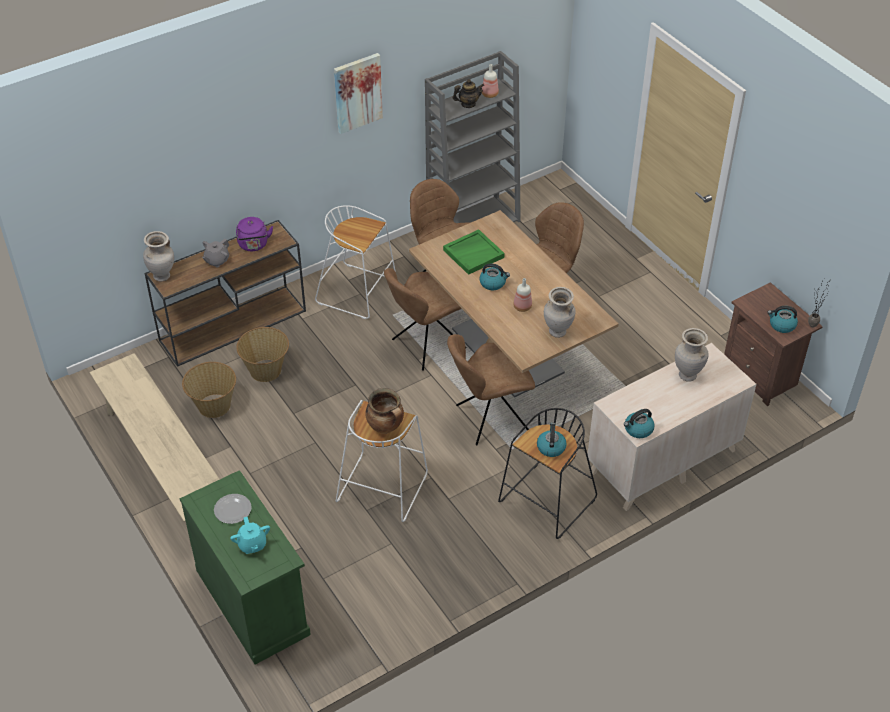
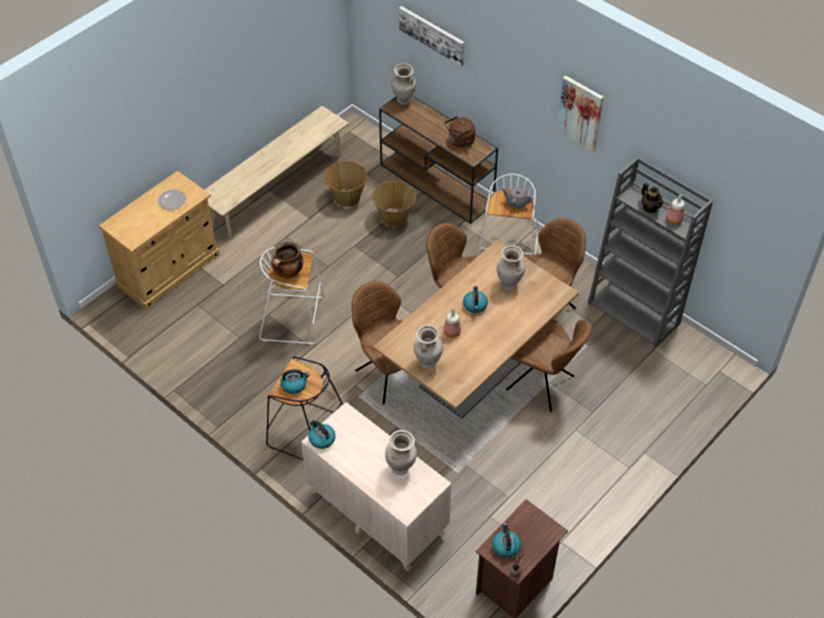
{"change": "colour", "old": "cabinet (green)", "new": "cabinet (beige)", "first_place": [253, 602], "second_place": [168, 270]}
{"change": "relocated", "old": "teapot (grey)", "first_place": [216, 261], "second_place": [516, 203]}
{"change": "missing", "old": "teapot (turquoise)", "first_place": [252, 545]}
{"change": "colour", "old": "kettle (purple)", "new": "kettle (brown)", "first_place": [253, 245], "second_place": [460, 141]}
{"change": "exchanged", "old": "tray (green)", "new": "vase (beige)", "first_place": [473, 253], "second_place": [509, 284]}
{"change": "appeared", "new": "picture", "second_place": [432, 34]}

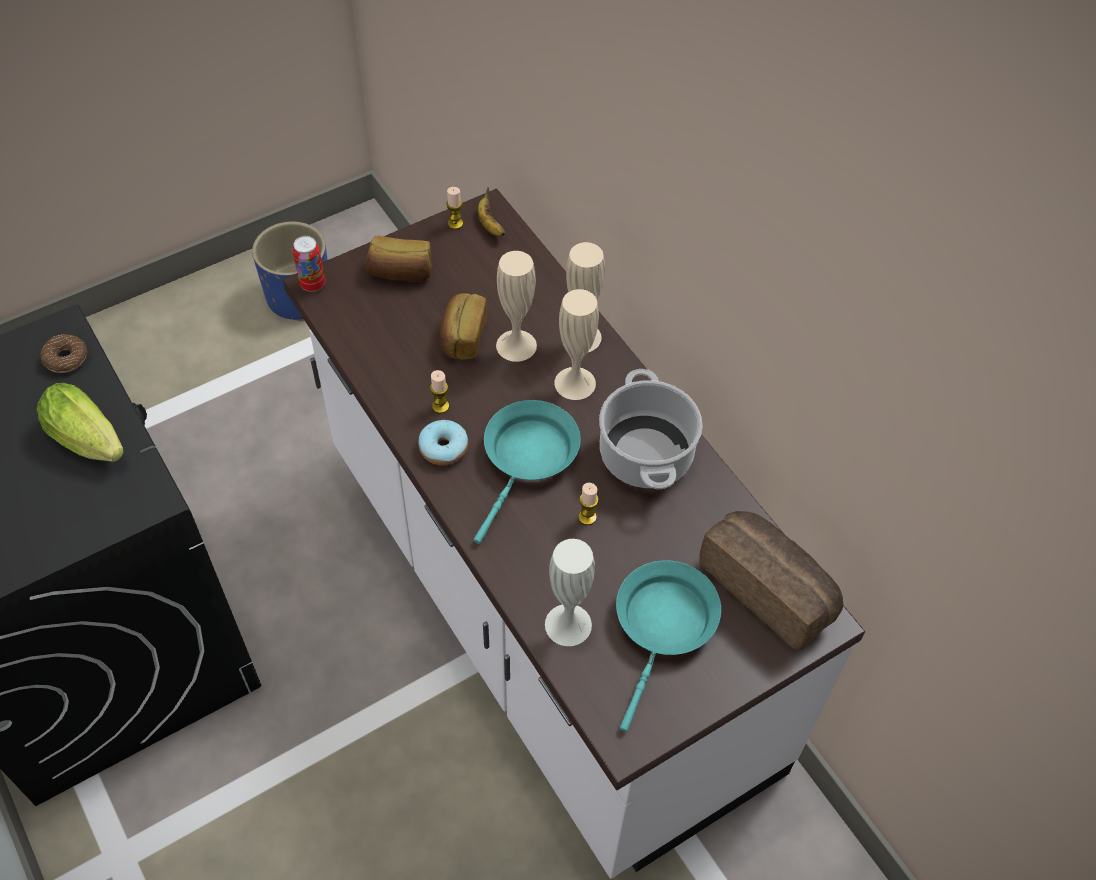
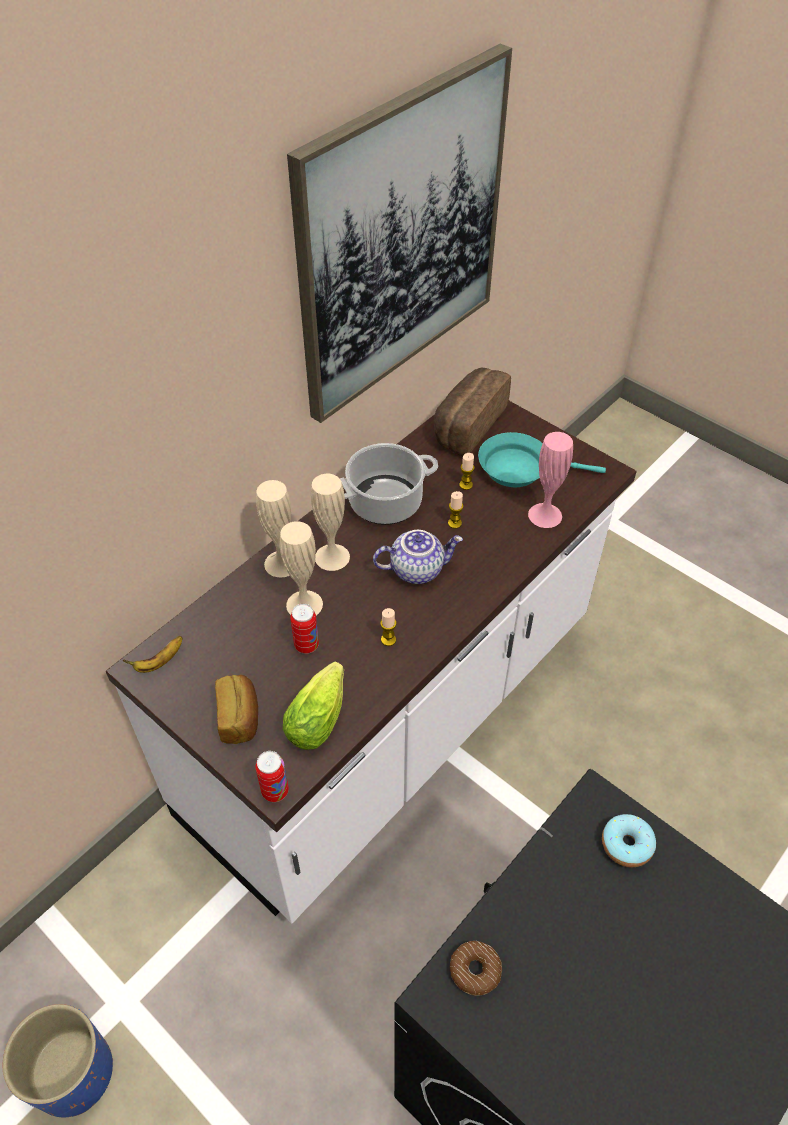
{"change": "relocated", "old": "lettuce", "first_place": [90, 441], "second_place": [320, 714]}
{"change": "relocated", "old": "donut", "first_place": [443, 448], "second_place": [626, 844]}
{"change": "exchanged", "old": "bread", "new": "can", "first_place": [462, 337], "second_place": [306, 645]}
{"change": "relocated", "old": "candle", "first_place": [455, 223], "second_place": [466, 485]}
{"change": "exchanged", "old": "frying pan (turquoise)", "new": "teapot", "first_place": [528, 458], "second_place": [417, 569]}
{"change": "colour", "old": "vase (white)", "new": "vase (pink)", "first_place": [568, 624], "second_place": [545, 515]}
{"change": "appeared", "new": "picture", "second_place": [401, 238]}

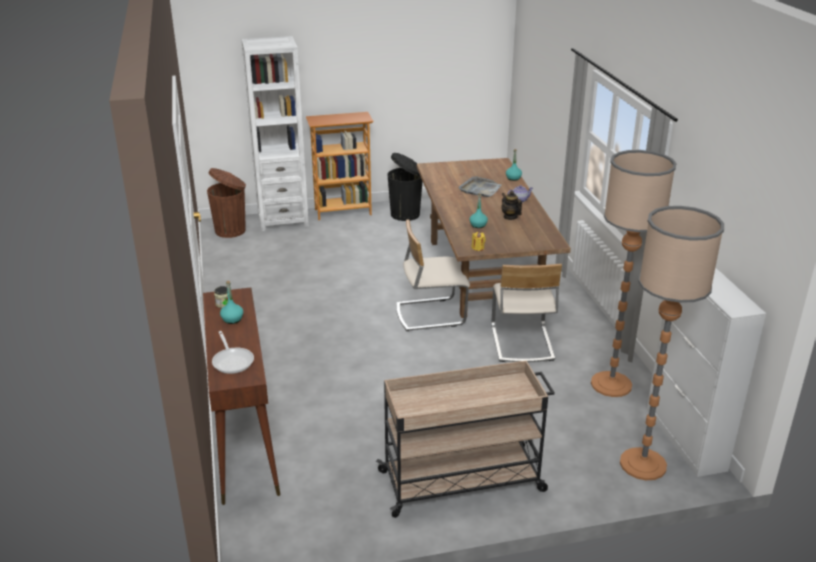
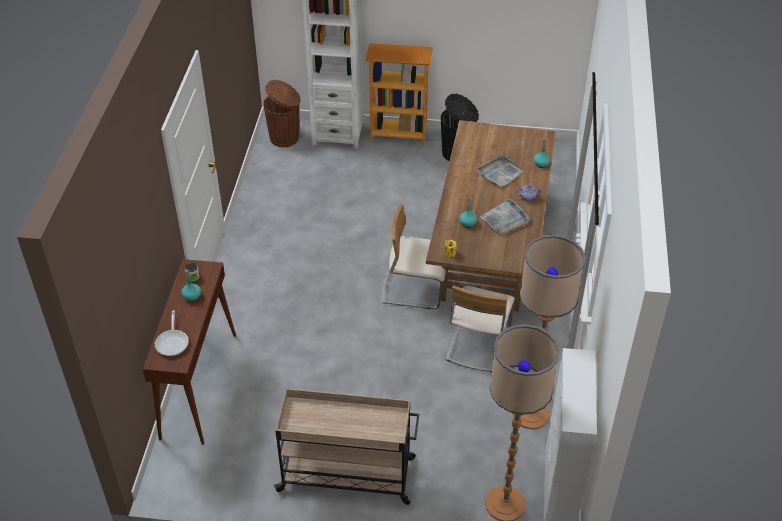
{"change": "exchanged", "old": "teapot", "new": "tray (grey)", "first_place": [510, 217], "second_place": [504, 219]}

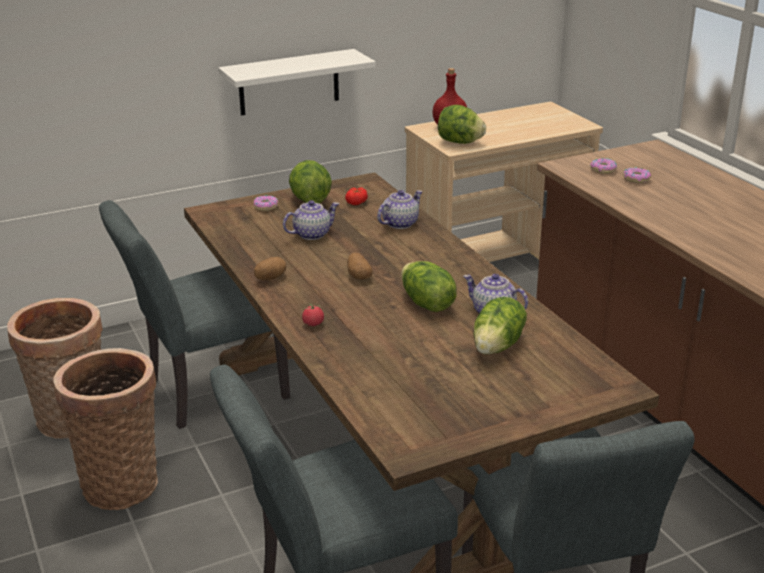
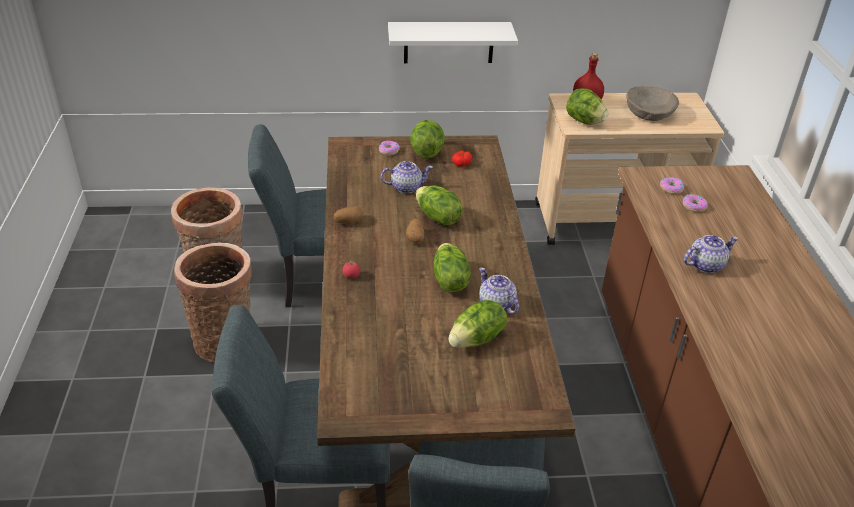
{"change": "relocated", "old": "teapot", "first_place": [400, 223], "second_place": [705, 265]}
{"change": "appeared", "new": "lettuce", "second_place": [437, 217]}
{"change": "appeared", "new": "bowl (beige)", "second_place": [649, 112]}

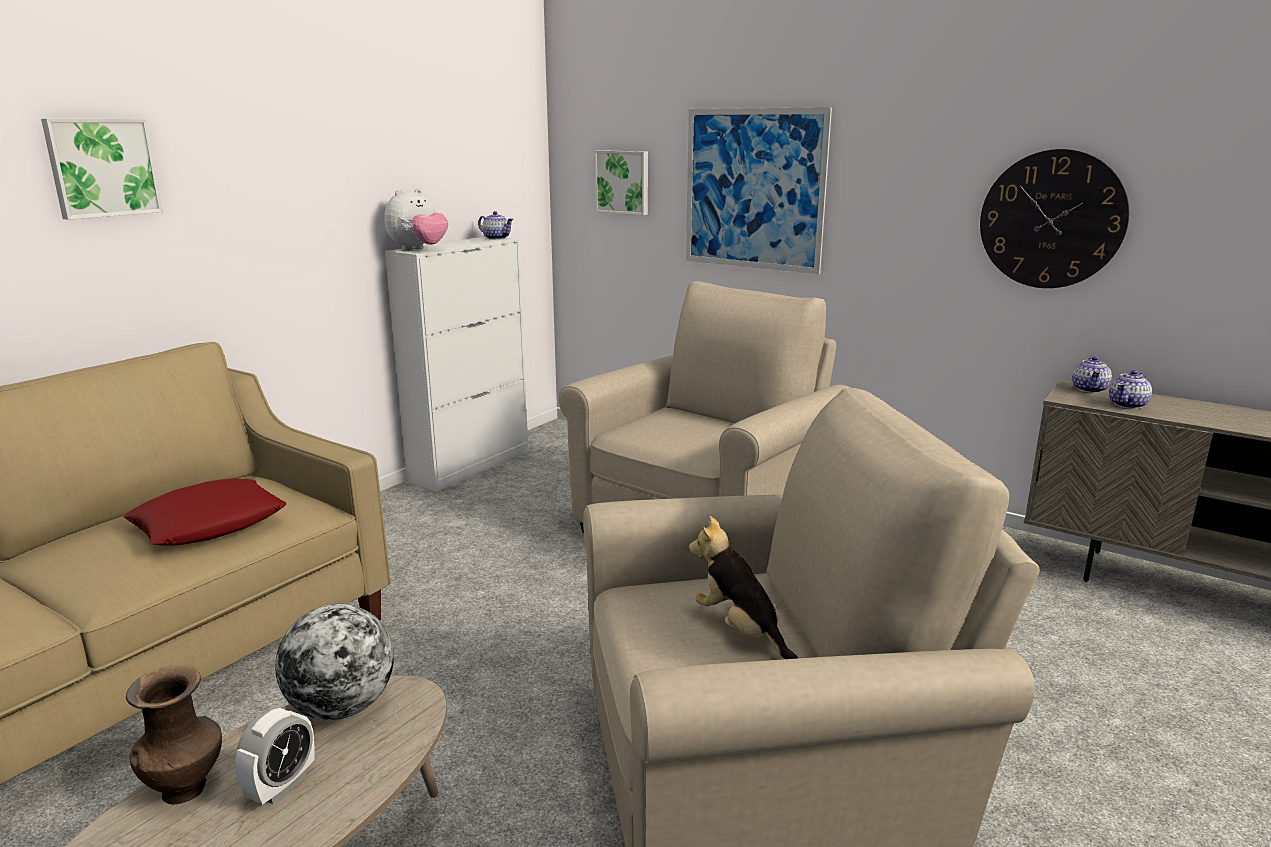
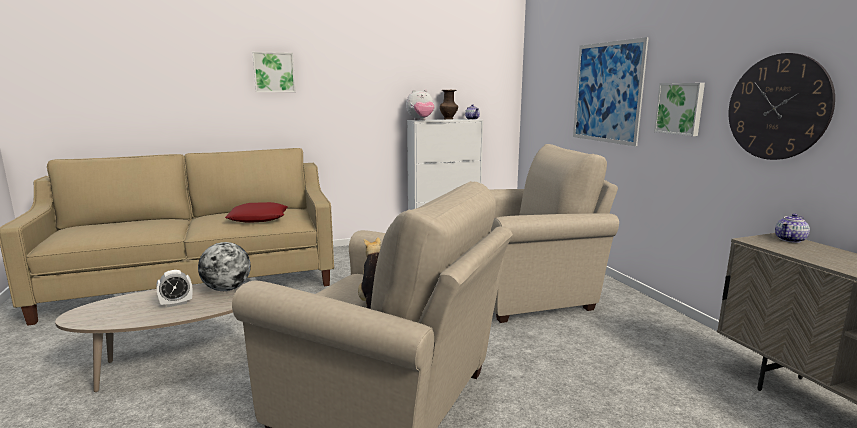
{"change": "relocated", "old": "vase (brown)", "first_place": [186, 788], "second_place": [449, 119]}
{"change": "relocated", "old": "picture", "first_place": [623, 182], "second_place": [680, 108]}
{"change": "missing", "old": "teapot", "first_place": [1128, 405]}

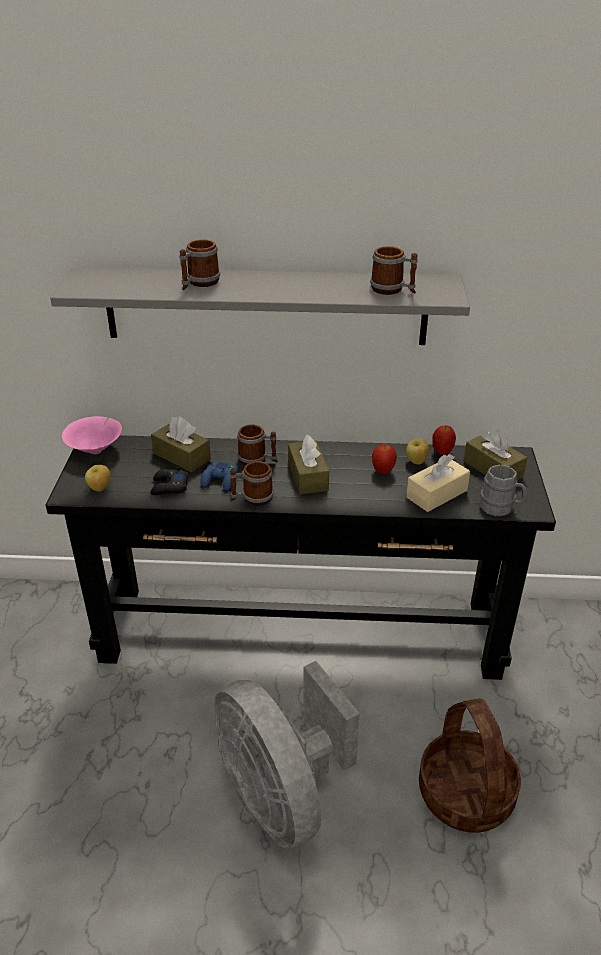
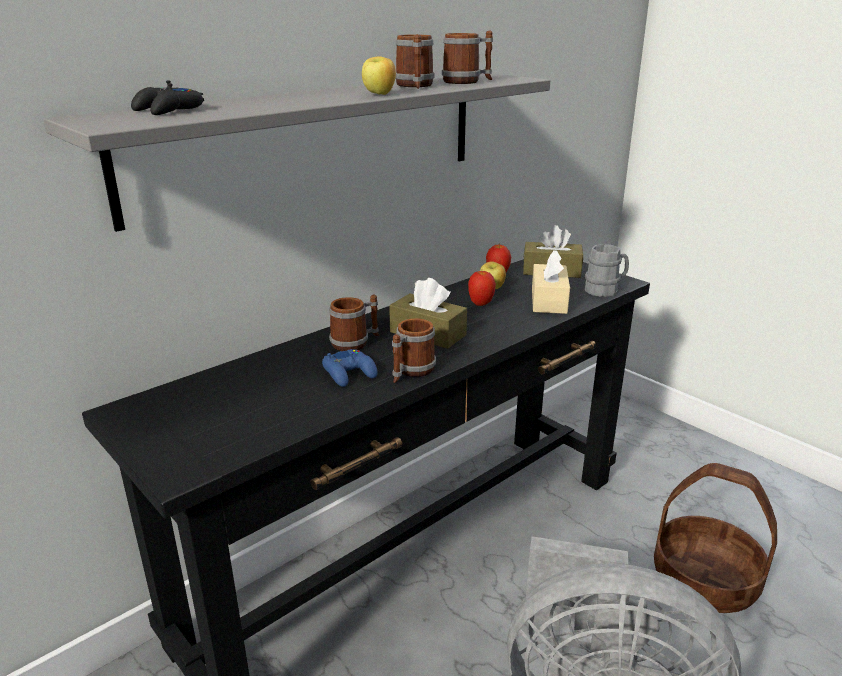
{"change": "missing", "old": "bowl (pink)", "first_place": [96, 449]}
{"change": "relocated", "old": "apple", "first_place": [100, 488], "second_place": [379, 94]}
{"change": "missing", "old": "tissue box (brown)", "first_place": [182, 456]}
{"change": "relocated", "old": "game controller (black)", "first_place": [169, 487], "second_place": [168, 110]}
{"change": "relocated", "old": "mug", "first_place": [199, 283], "second_place": [415, 86]}

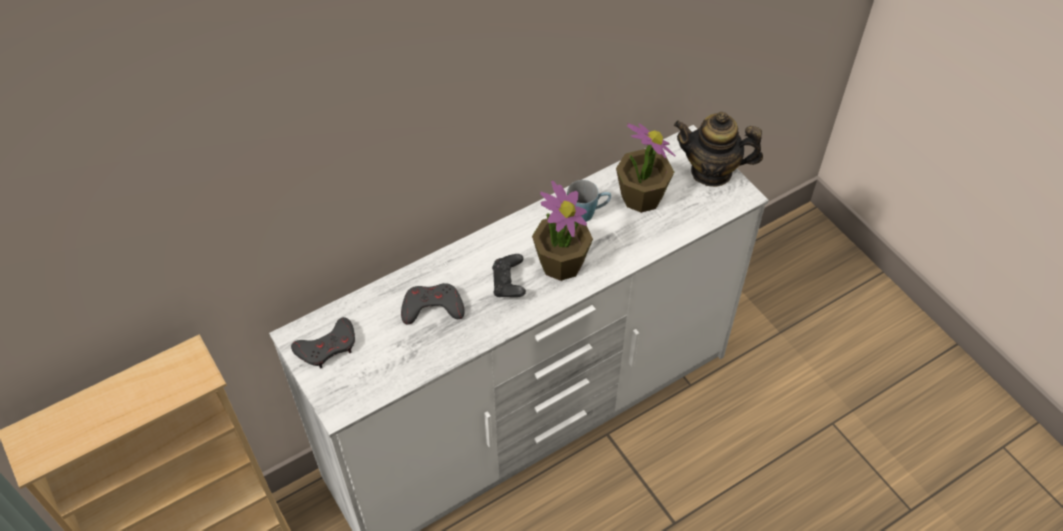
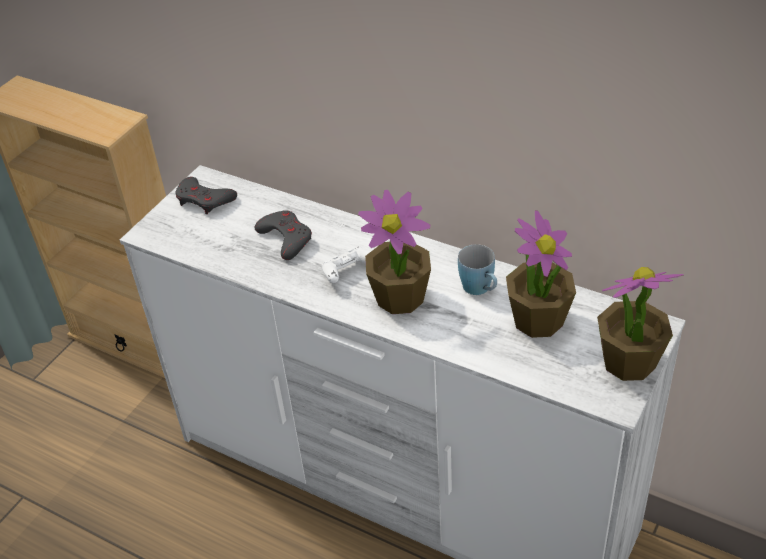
{"change": "colour", "old": "game controller (black)", "new": "game controller (white)", "first_place": [508, 284], "second_place": [347, 273]}
{"change": "exchanged", "old": "teapot", "new": "potted plant", "first_place": [711, 171], "second_place": [628, 362]}

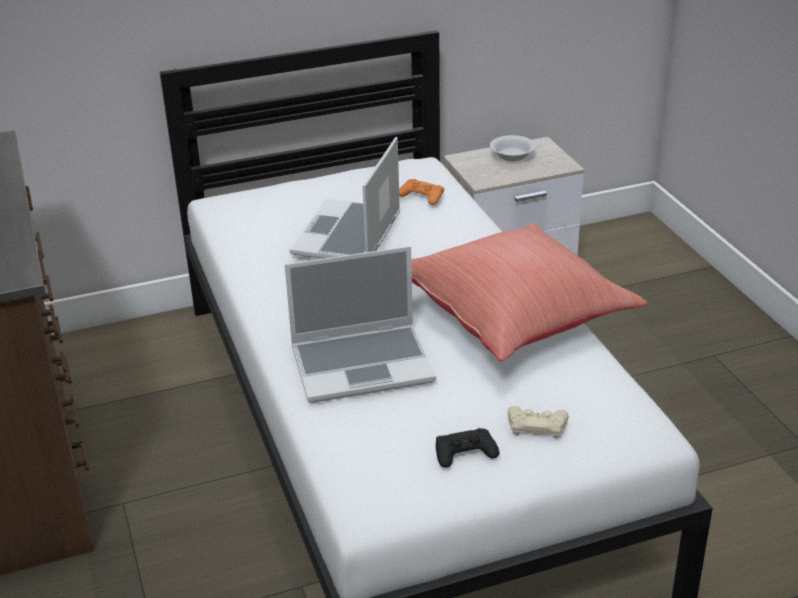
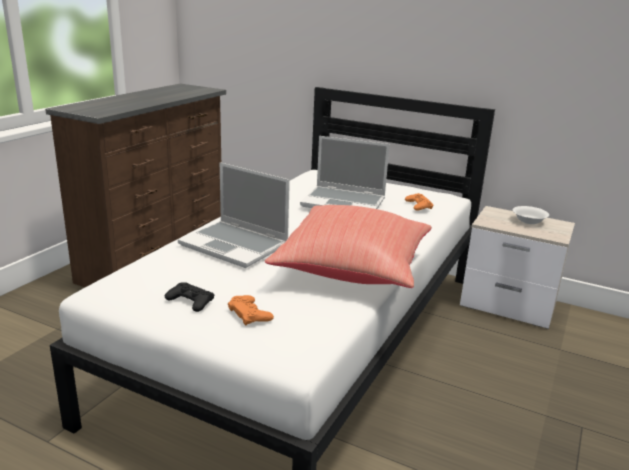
{"change": "spun", "old": "laptop", "first_place": [348, 236], "second_place": [344, 203], "degrees": -135}
{"change": "colour", "old": "game controller (beige)", "new": "game controller (orange)", "first_place": [537, 425], "second_place": [249, 314]}

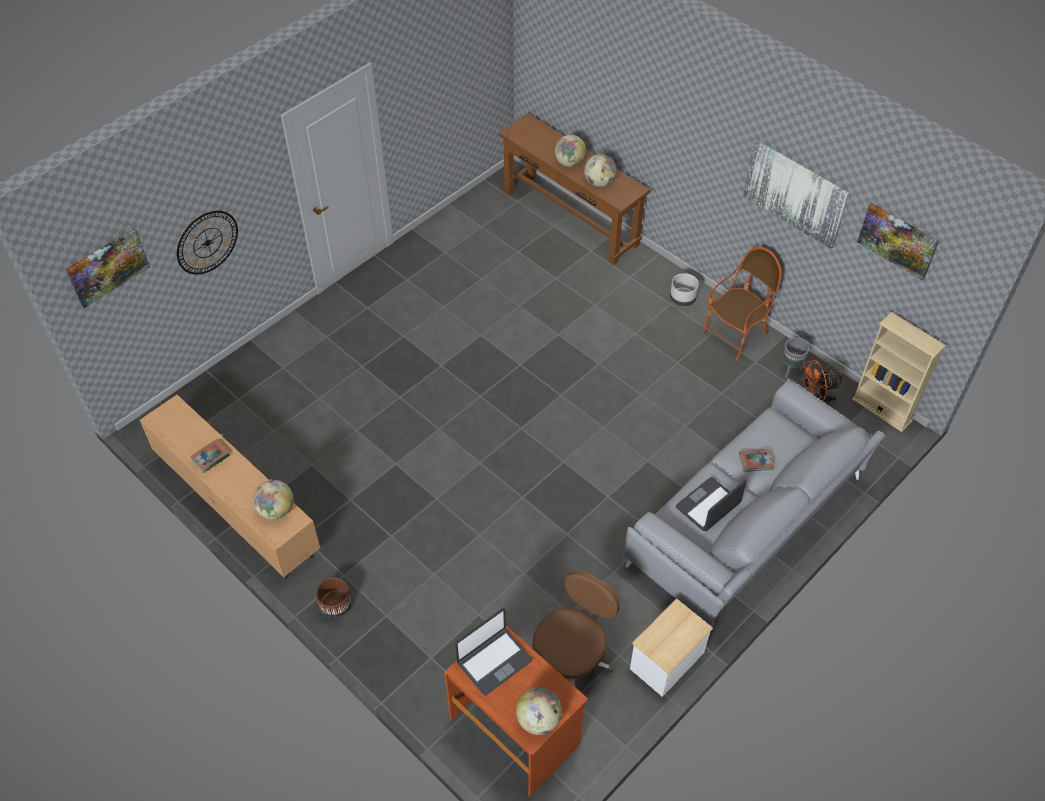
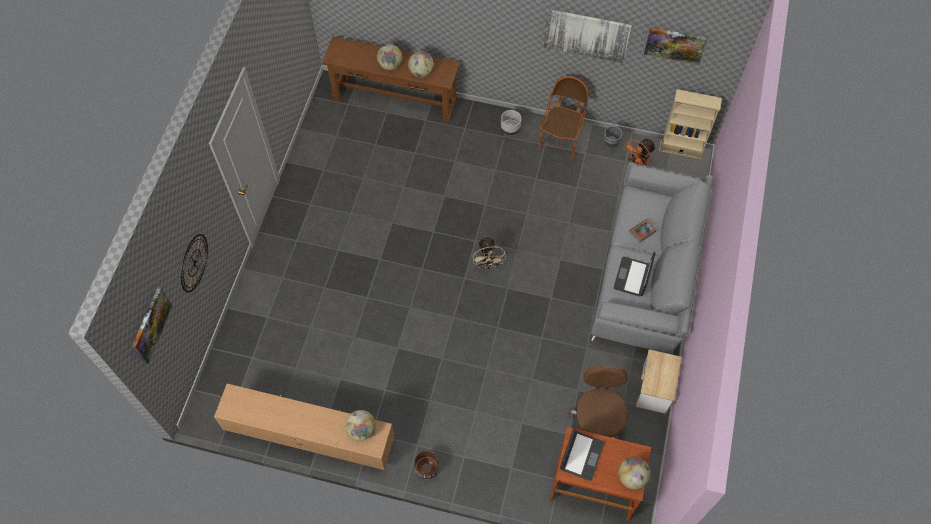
{"change": "missing", "old": "book", "first_place": [210, 457]}
{"change": "appeared", "new": "fan (beige)", "second_place": [487, 264]}

